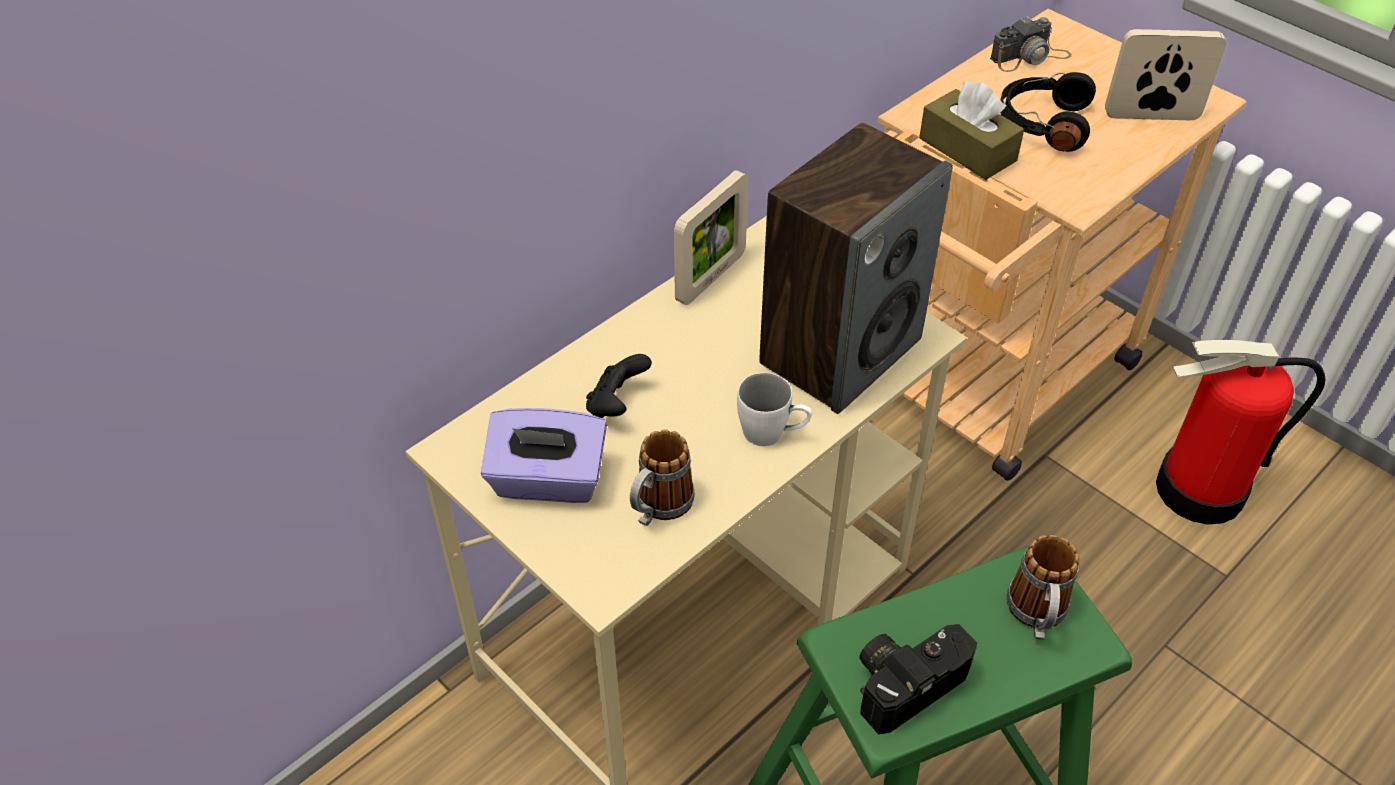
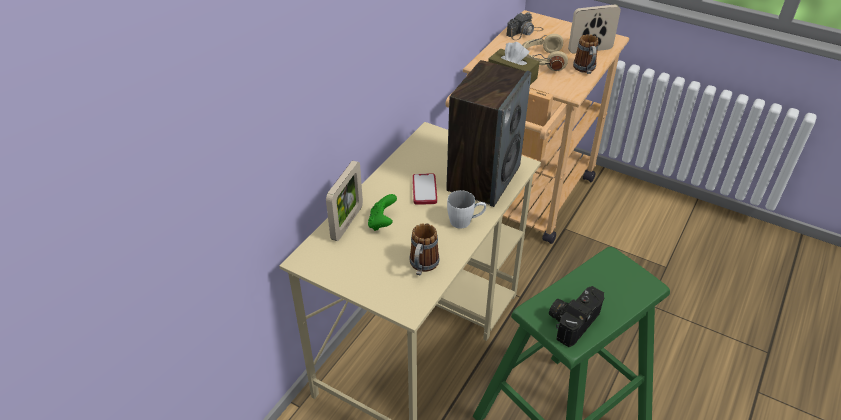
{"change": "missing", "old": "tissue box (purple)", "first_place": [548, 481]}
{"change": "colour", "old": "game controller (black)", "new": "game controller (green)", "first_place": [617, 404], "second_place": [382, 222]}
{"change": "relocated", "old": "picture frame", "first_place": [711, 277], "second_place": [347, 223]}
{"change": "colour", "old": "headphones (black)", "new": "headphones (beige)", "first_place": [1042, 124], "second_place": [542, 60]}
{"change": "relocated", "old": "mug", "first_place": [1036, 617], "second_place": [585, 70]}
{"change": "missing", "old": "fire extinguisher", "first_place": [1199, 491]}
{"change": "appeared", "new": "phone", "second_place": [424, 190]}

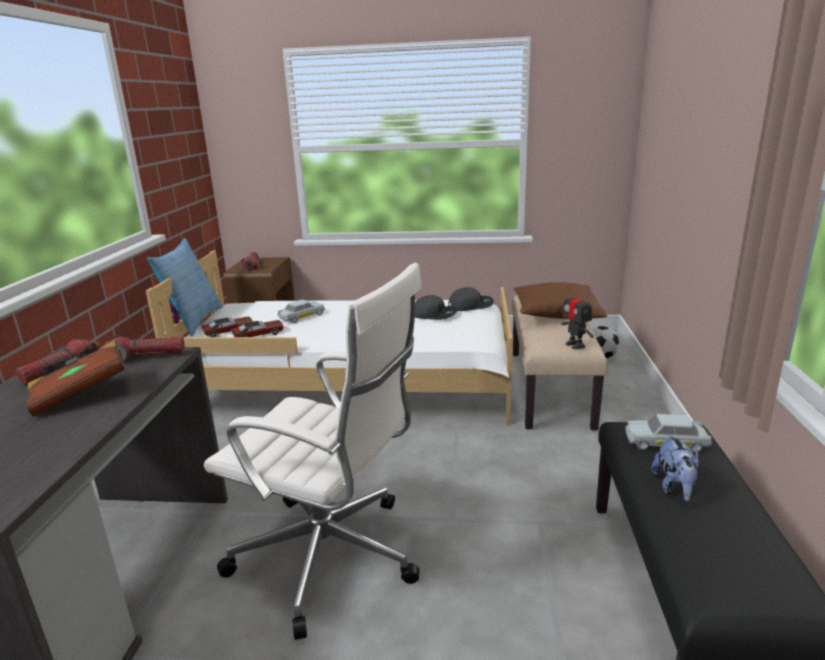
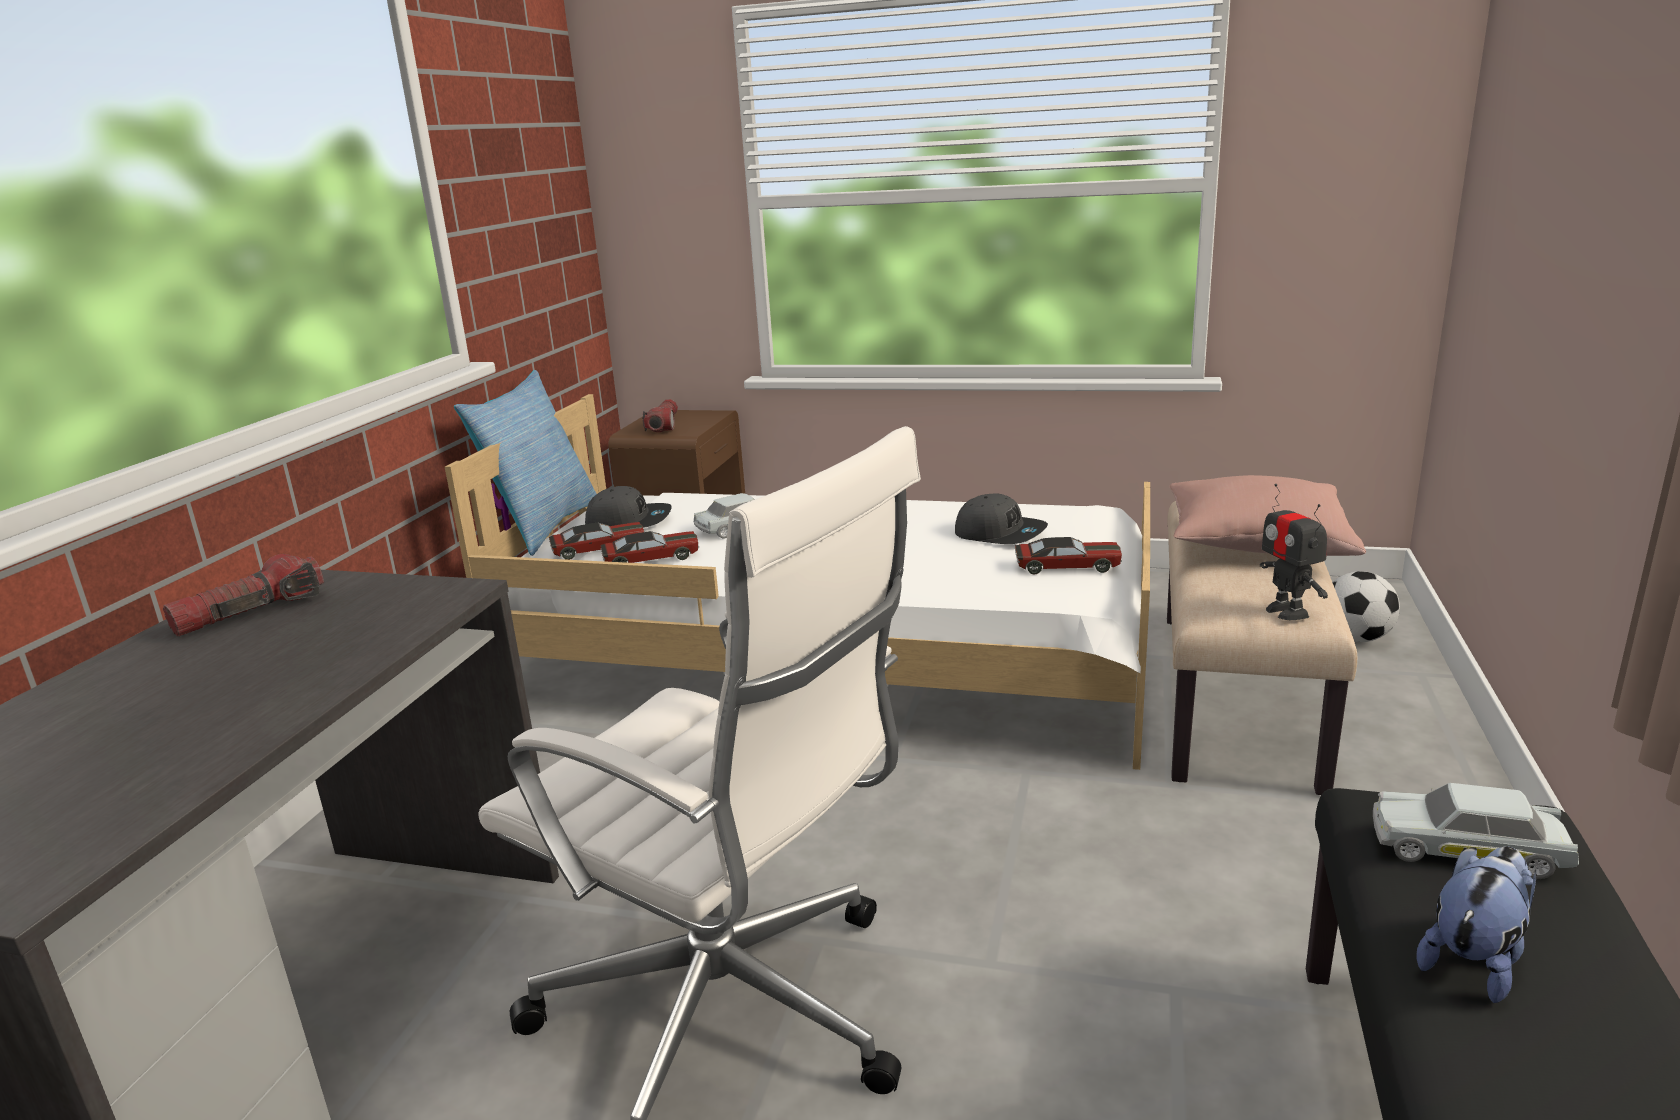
{"change": "missing", "old": "book (brown)", "first_place": [81, 394]}
{"change": "missing", "old": "flashlight", "first_place": [147, 356]}
{"change": "relocated", "old": "cap (grey)", "first_place": [470, 305], "second_place": [629, 521]}
{"change": "colour", "old": "pillow (brown)", "new": "pillow (pink)", "first_place": [556, 314], "second_place": [1256, 543]}
{"change": "spun", "old": "plush toy", "first_place": [674, 487], "second_place": [1475, 960], "degrees": -150}
{"change": "appeared", "new": "toy car", "second_place": [1067, 566]}

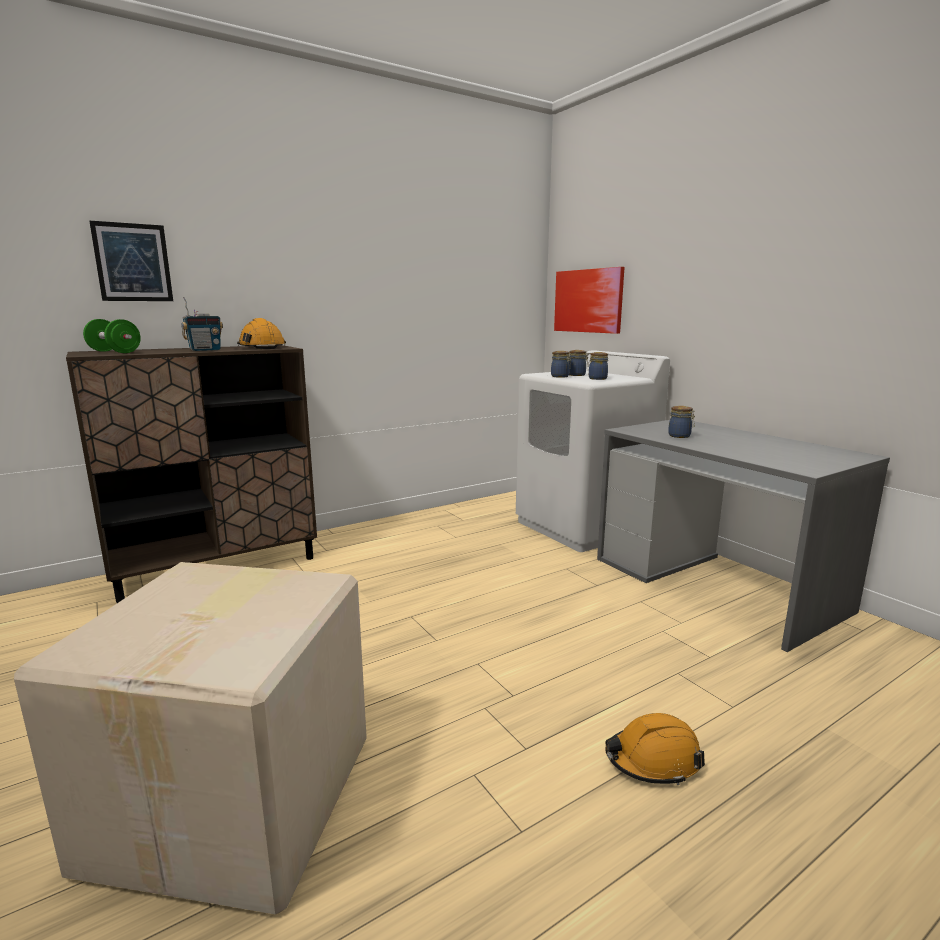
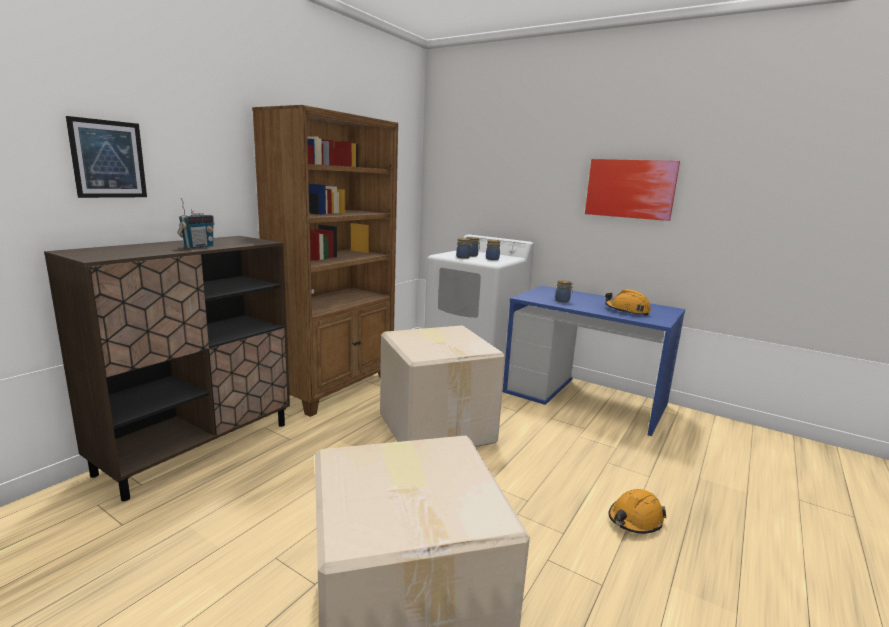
{"change": "missing", "old": "dumbbell (green)", "first_place": [114, 352]}
{"change": "relocated", "old": "hard hat (orange)", "first_place": [261, 347], "second_place": [627, 311]}
{"change": "relocated", "old": "picture", "first_place": [588, 301], "second_place": [630, 189]}
{"change": "colour", "old": "desk (grey)", "new": "desk (blue)", "first_place": [716, 583], "second_place": [584, 398]}
{"change": "appeared", "new": "bookcase (brown)", "second_place": [335, 388]}
{"change": "appeared", "new": "cardboard box", "second_place": [437, 428]}

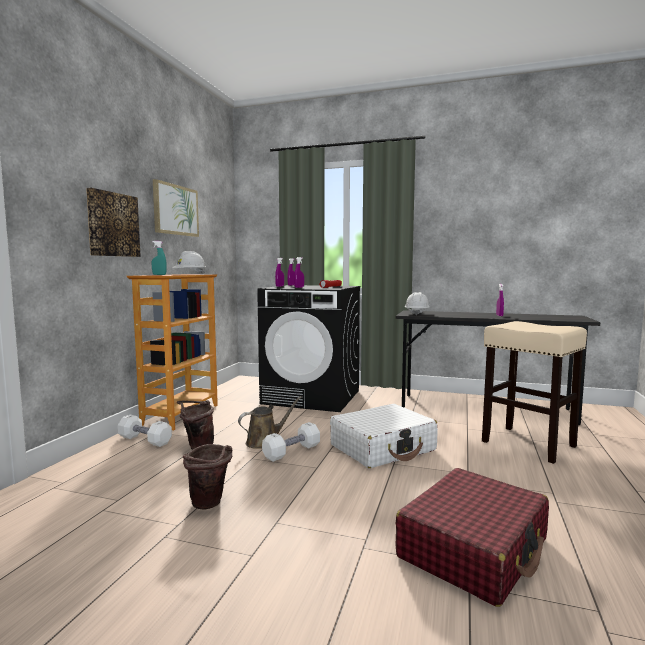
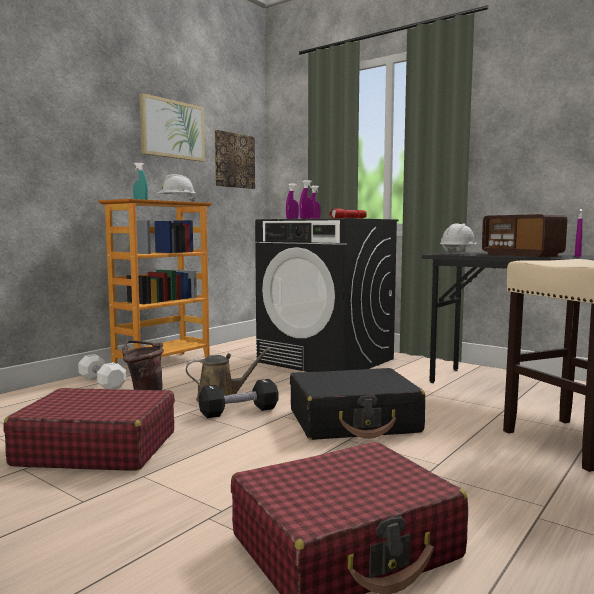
{"change": "relocated", "old": "picture", "first_place": [112, 224], "second_place": [233, 160]}
{"change": "exchanged", "old": "bucket (brown)", "new": "suitcase (red)", "first_place": [210, 505], "second_place": [96, 448]}
{"change": "colour", "old": "dumbbell (white)", "new": "dumbbell (black)", "first_place": [292, 452], "second_place": [239, 411]}
{"change": "colour", "old": "suitcase (white)", "new": "suitcase (black)", "first_place": [383, 448], "second_place": [354, 421]}
{"change": "appeared", "new": "radio", "second_place": [521, 255]}

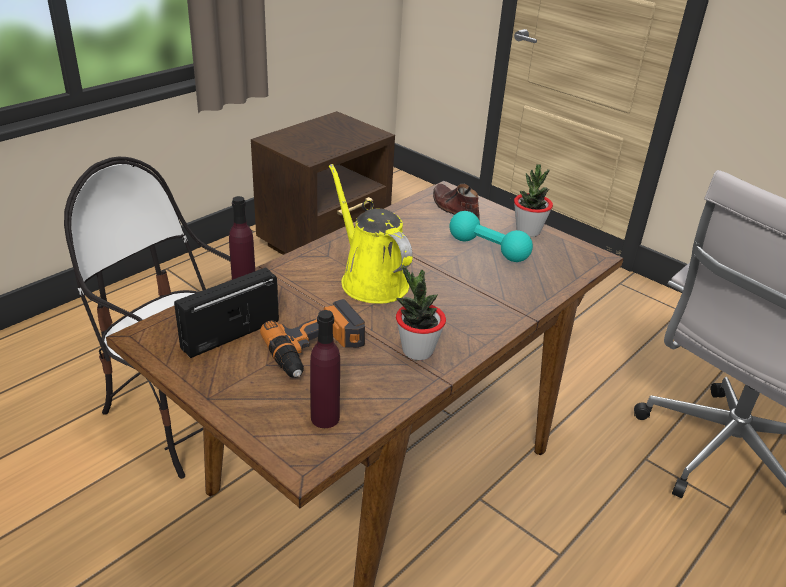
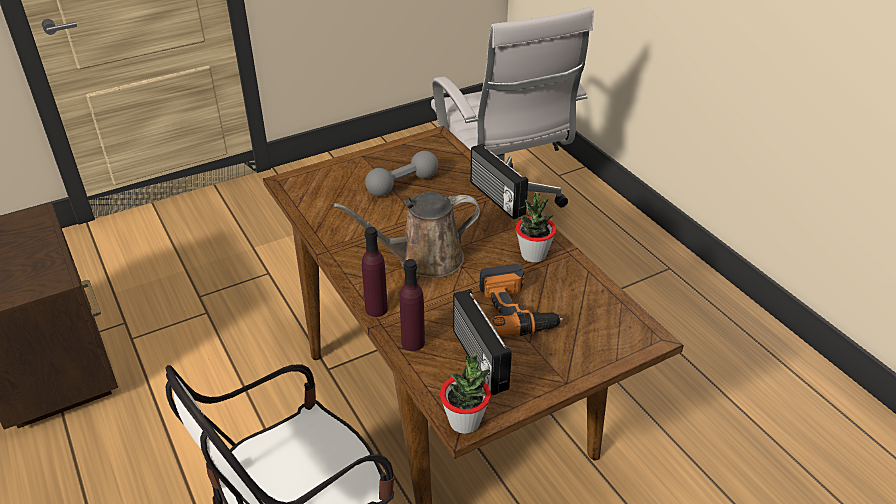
{"change": "relocated", "old": "bottle (purple)", "first_place": [325, 418], "second_place": [376, 309]}
{"change": "colour", "old": "watering can (yellow)", "new": "watering can (brown)", "first_place": [371, 280], "second_place": [424, 259]}
{"change": "missing", "old": "shoe (brown)", "first_place": [454, 209]}
{"change": "colour", "old": "dumbbell (turquoise)", "new": "dumbbell (grey)", "first_place": [488, 249], "second_place": [402, 184]}
{"change": "relocated", "old": "potted plant", "first_place": [528, 231], "second_place": [465, 421]}
{"change": "appeared", "new": "radio", "second_place": [496, 198]}

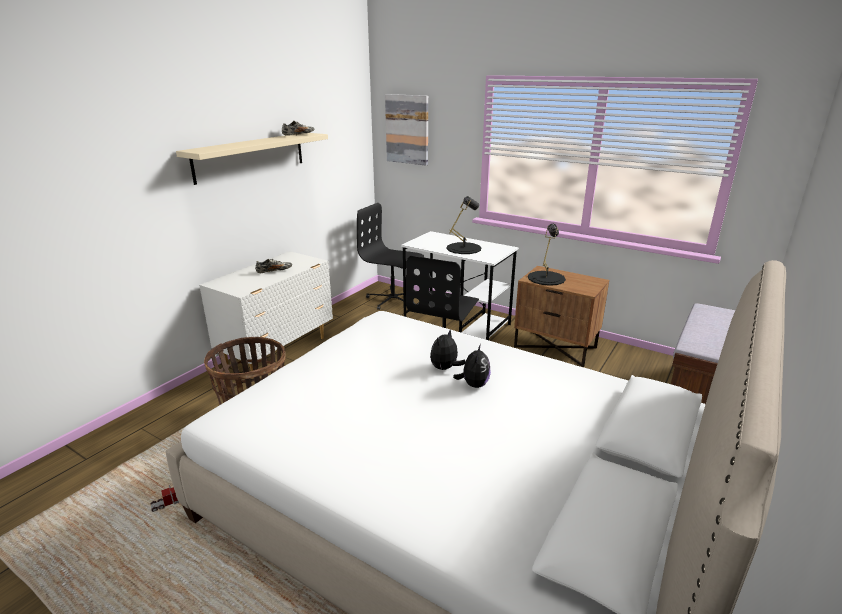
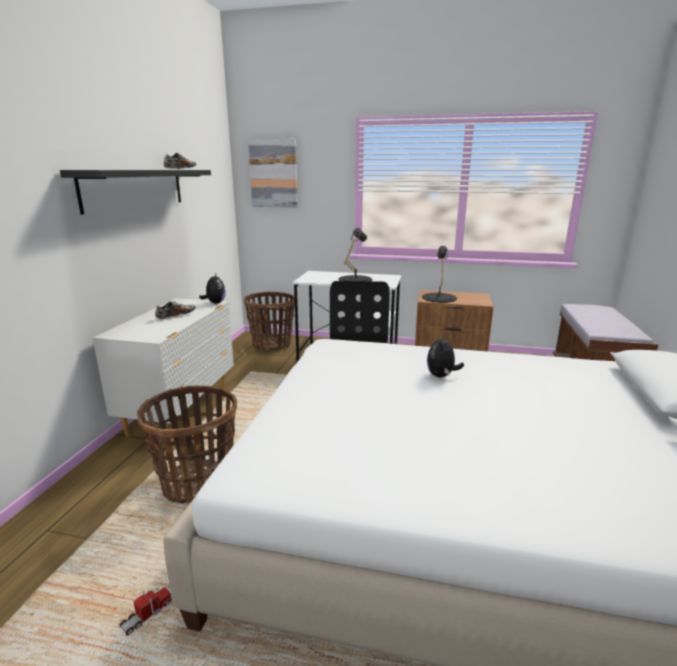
{"change": "colour", "old": "shelf (beige)", "new": "shelf (black)", "first_place": [250, 156], "second_place": [135, 188]}
{"change": "exchanged", "old": "office chair (black)", "new": "basket", "first_place": [393, 299], "second_place": [272, 345]}
{"change": "relocated", "old": "plush toy", "first_place": [474, 384], "second_place": [215, 303]}

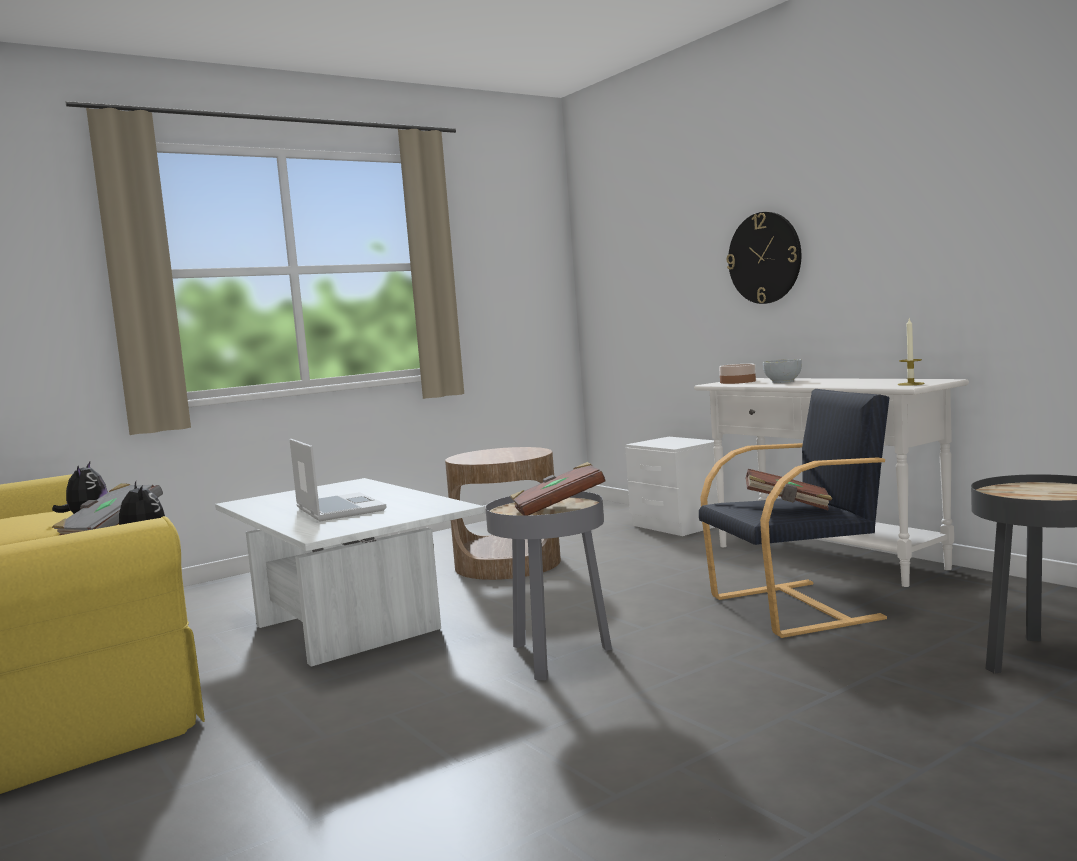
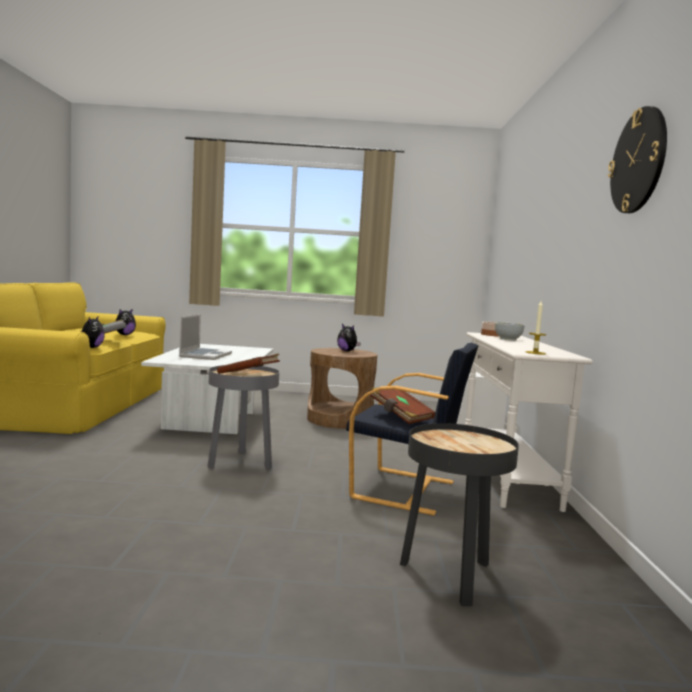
{"change": "relocated", "old": "wall clock", "first_place": [764, 258], "second_place": [638, 161]}
{"change": "appeared", "new": "plush toy", "second_place": [347, 351]}

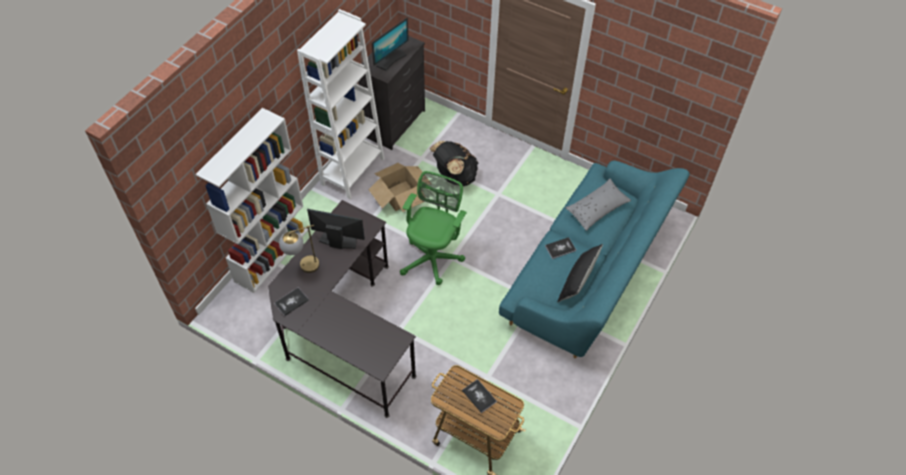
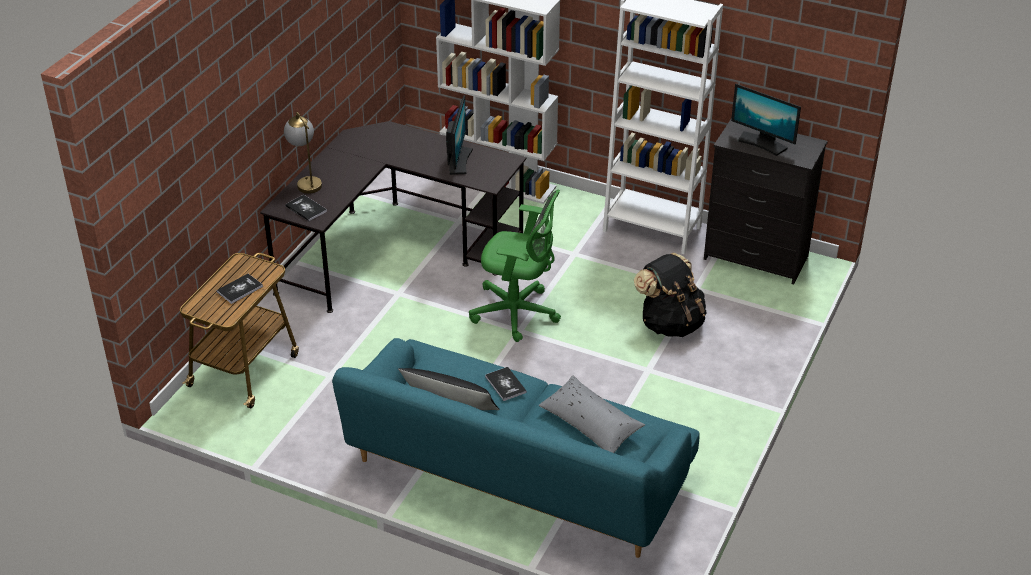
{"change": "relocated", "old": "book", "first_place": [291, 302], "second_place": [306, 209]}
{"change": "relocated", "old": "table lamp", "first_place": [302, 267], "second_place": [306, 181]}
{"change": "missing", "old": "cardboard box", "first_place": [401, 195]}

